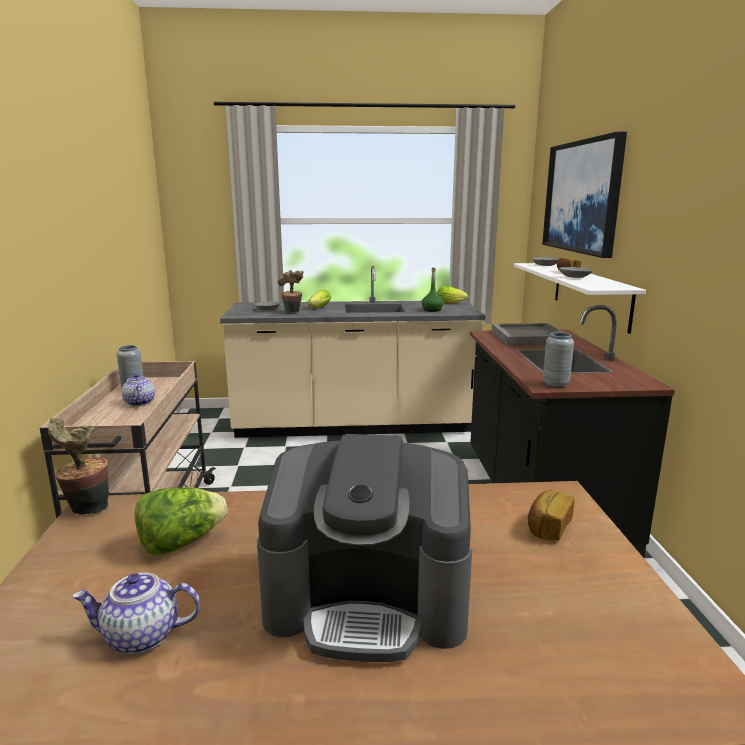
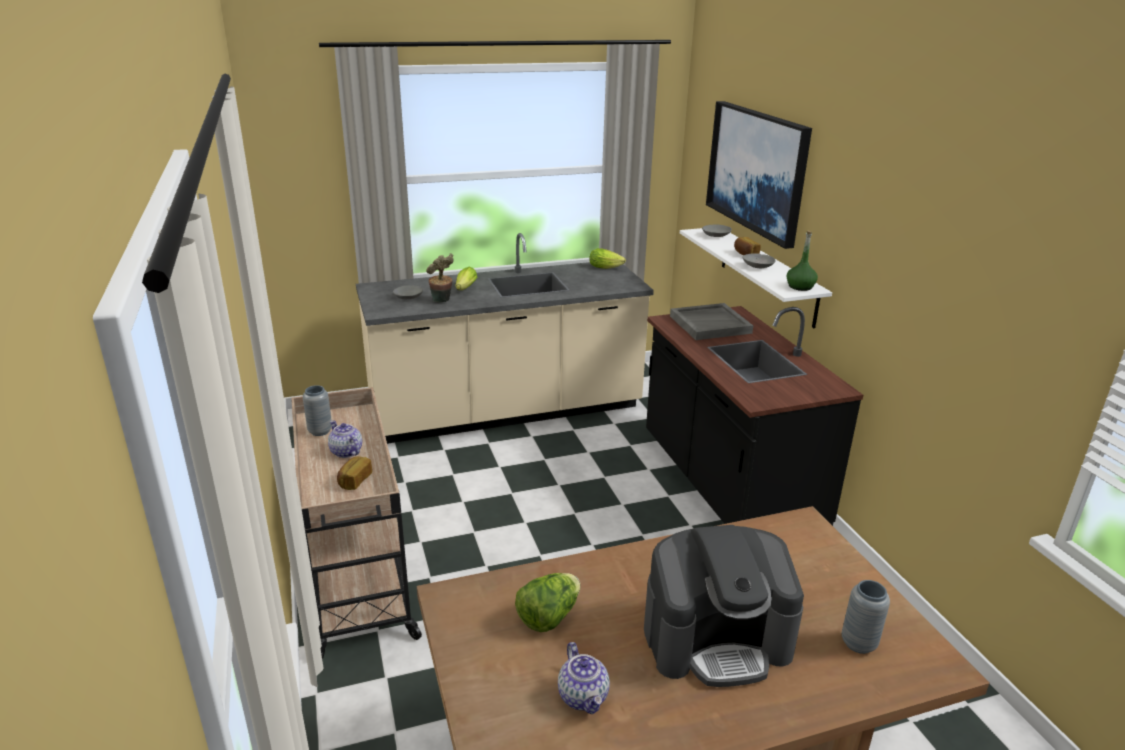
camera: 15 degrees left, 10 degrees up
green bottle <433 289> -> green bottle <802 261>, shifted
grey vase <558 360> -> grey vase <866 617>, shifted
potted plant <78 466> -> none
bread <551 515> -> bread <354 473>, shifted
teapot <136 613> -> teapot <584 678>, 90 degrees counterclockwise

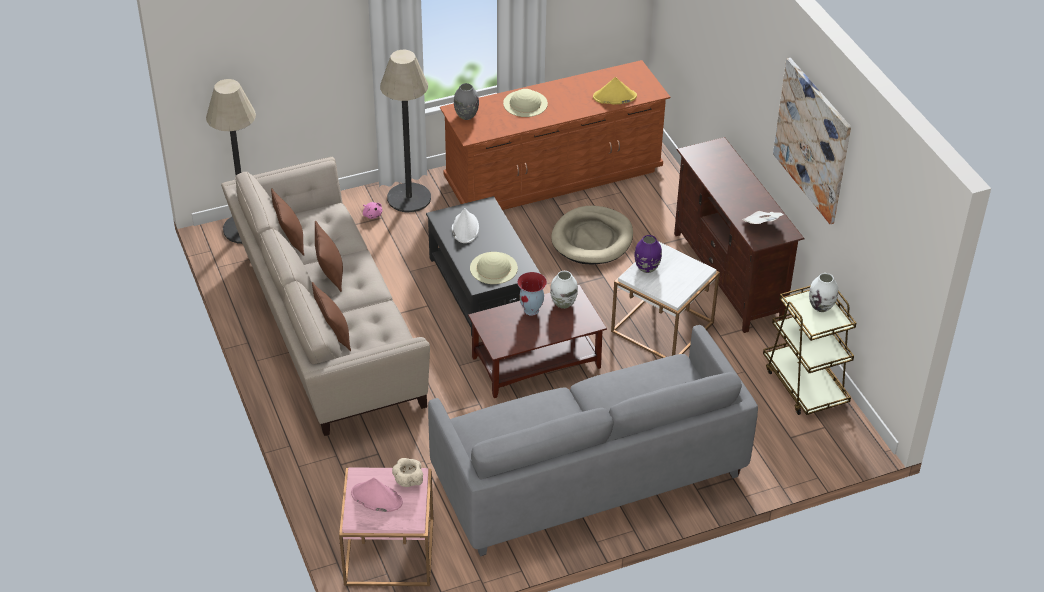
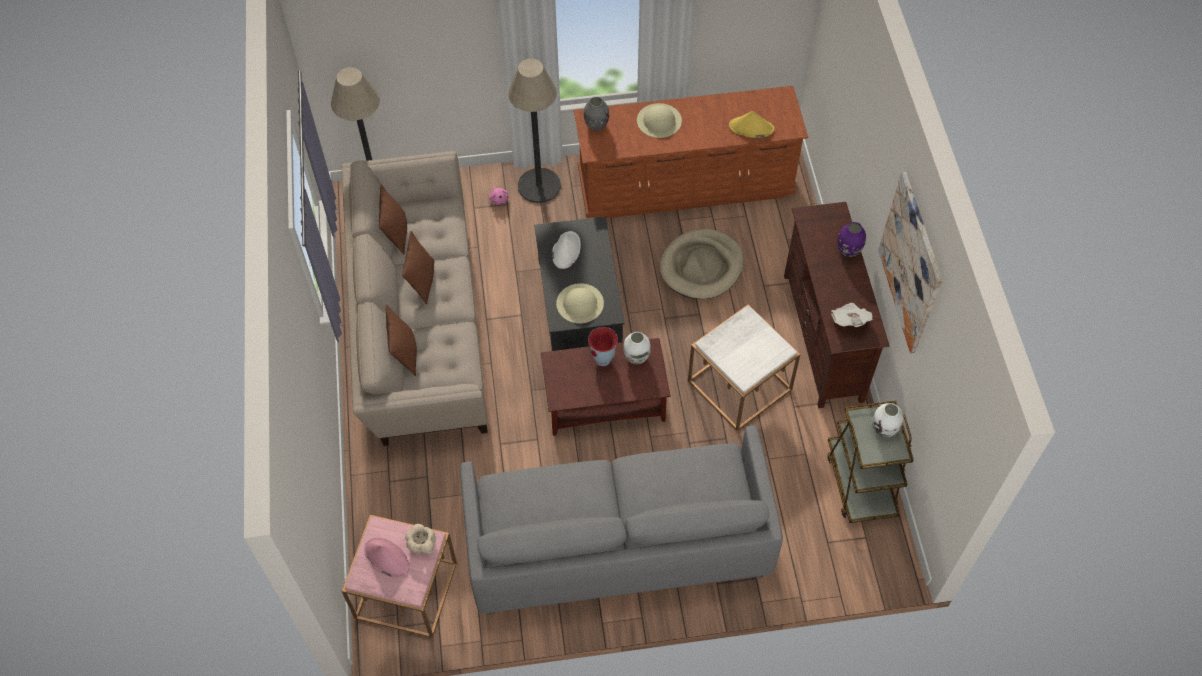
camera: 15 degrees right, 15 degrees up
purple vase <648 254> -> purple vase <851 239>, shifted

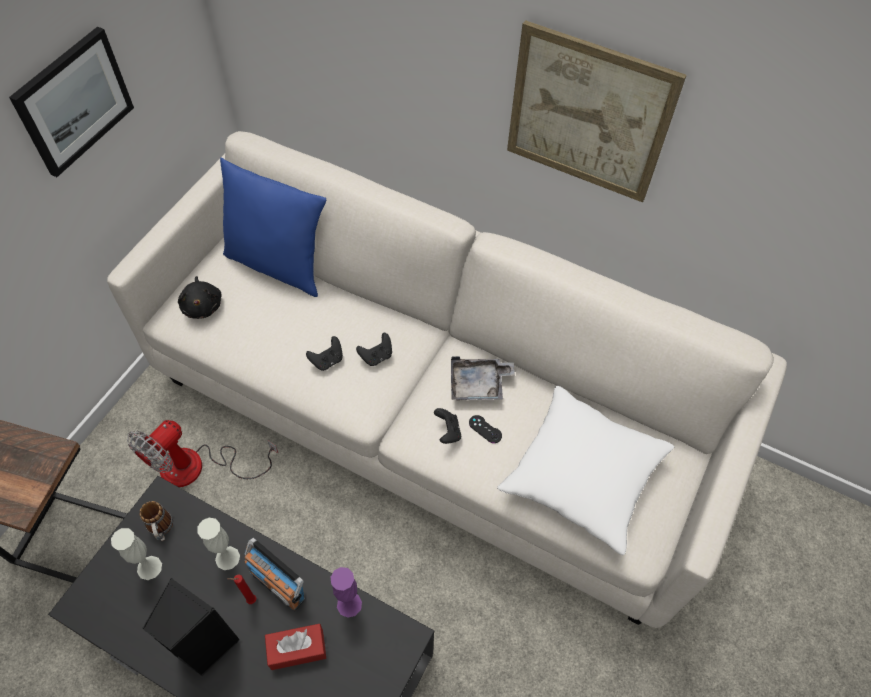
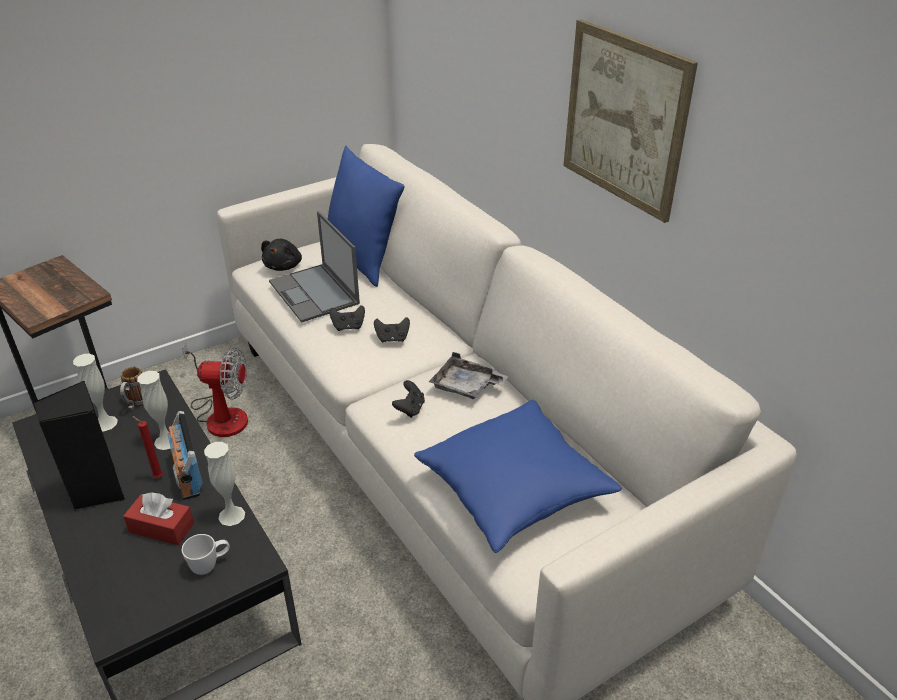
camera: 30 degrees right, 20 degrees down
picture <71 101> -> none
white pillow <585 471> -> blue pillow <518 476>
black game controller <485 429> -> none
fan <202 453> -> fan <215 389>, 150 degrees counterclockwise
purple vase <346 592> -> white vase <224 484>
none -> laptop <314 267>
none -> white mug <206 554>

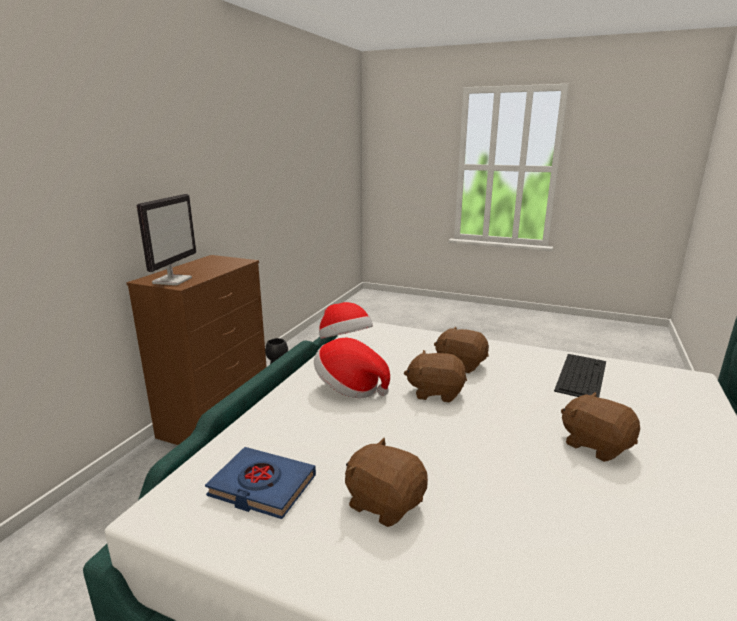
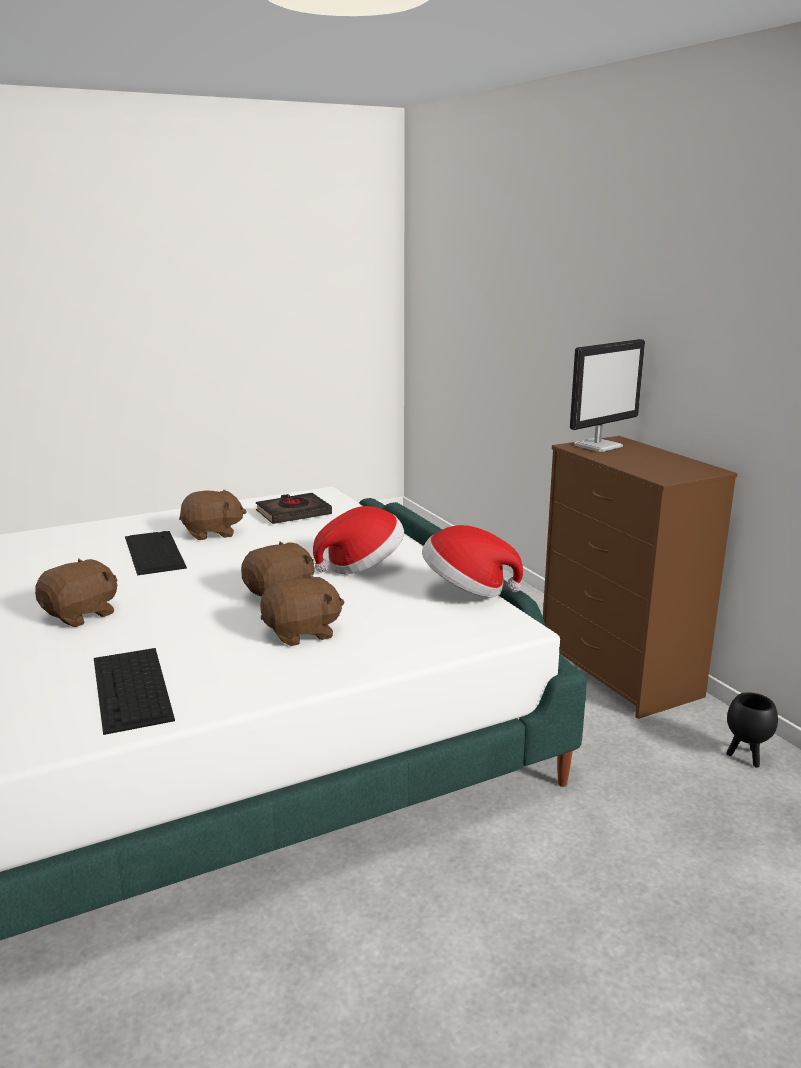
camera: 130 degrees right, 0 degrees up
monitor <166 239> -> monitor <607 395>, 90 degrees counterclockwise
brown plush toy <600 427> -> brown plush toy <76 593>, 45 degrees counterclockwise
blue book <260 483> -> black book <294 508>
none -> keyboard <156 553>

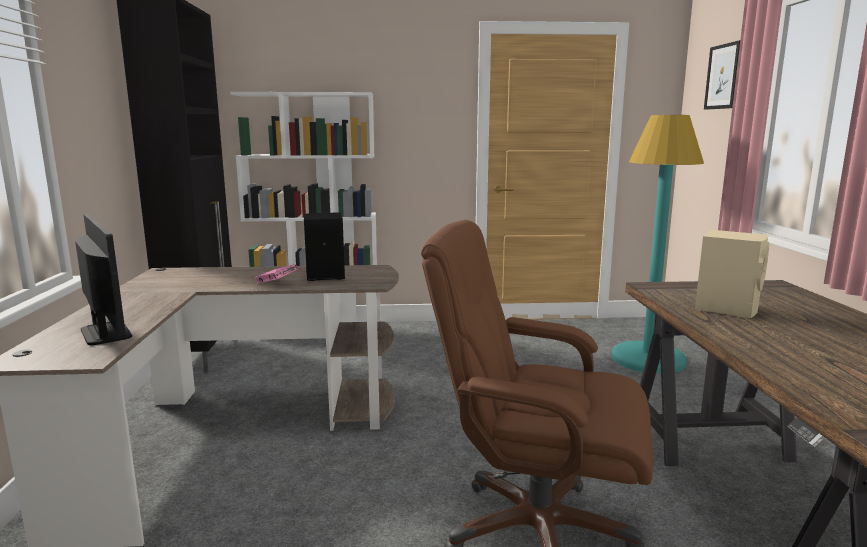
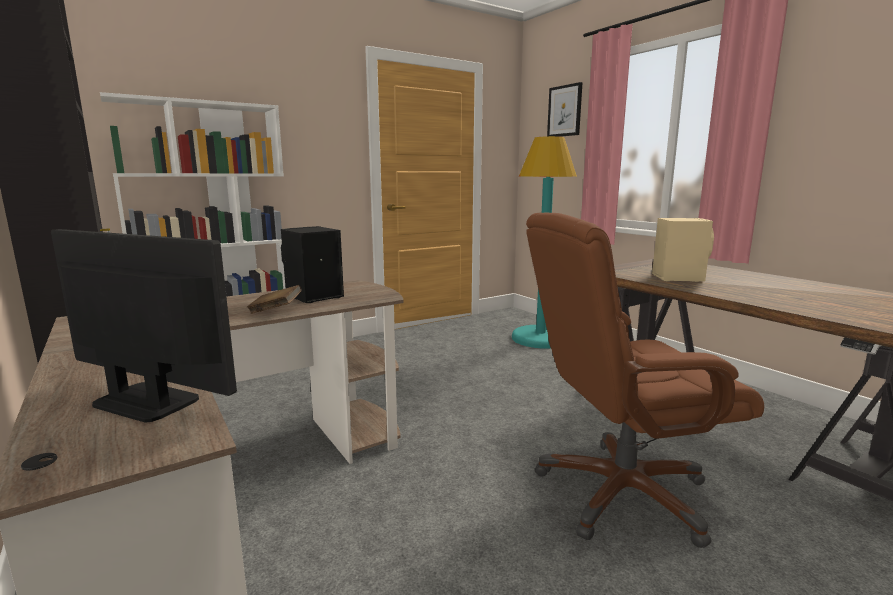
camera: 30 degrees left, 0 degrees up
pink book <276 274> -> brown book <274 299>

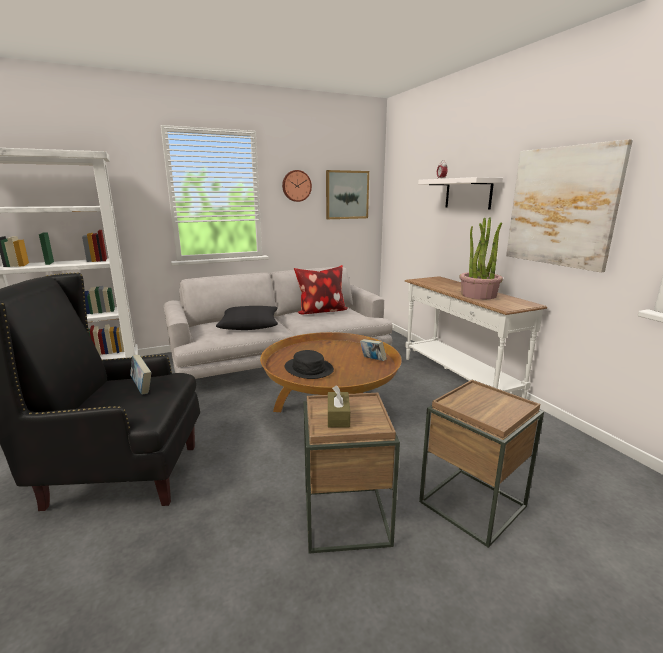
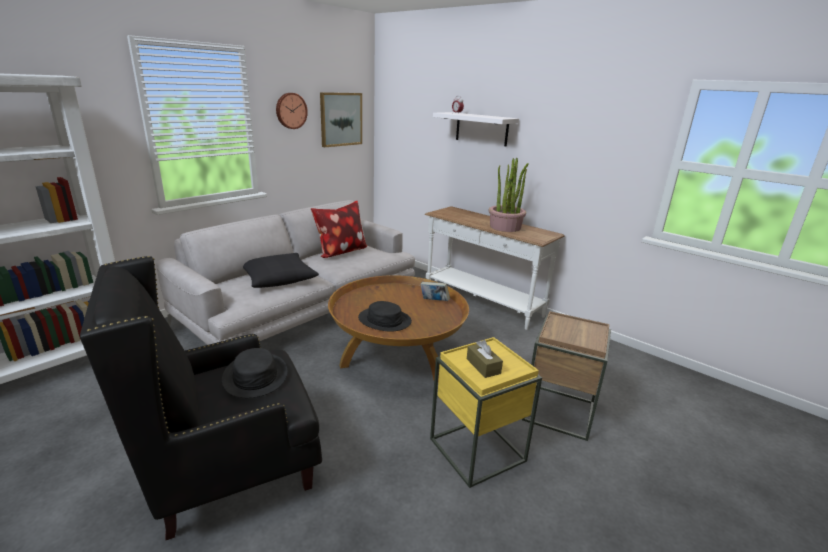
camera: 25 degrees left, 5 degrees up
picture <569 205> -> none
book <140 374> -> black hat <255 373>
brown side table <352 473> -> yellow side table <486 412>

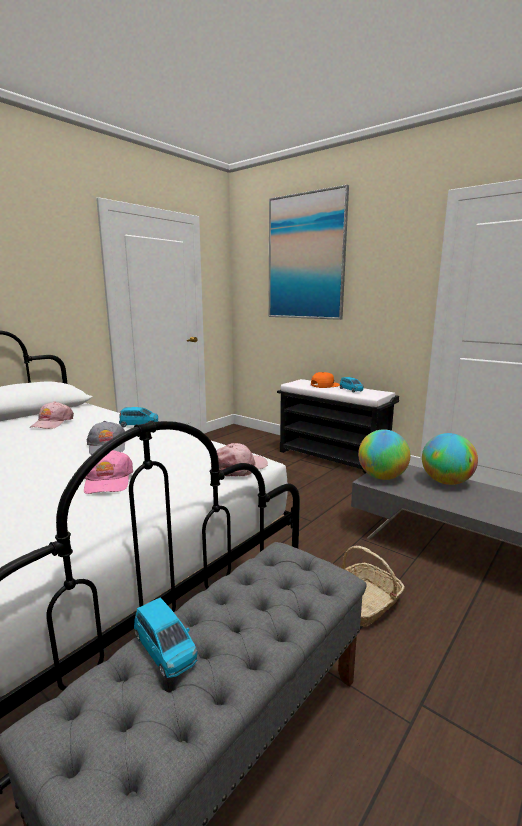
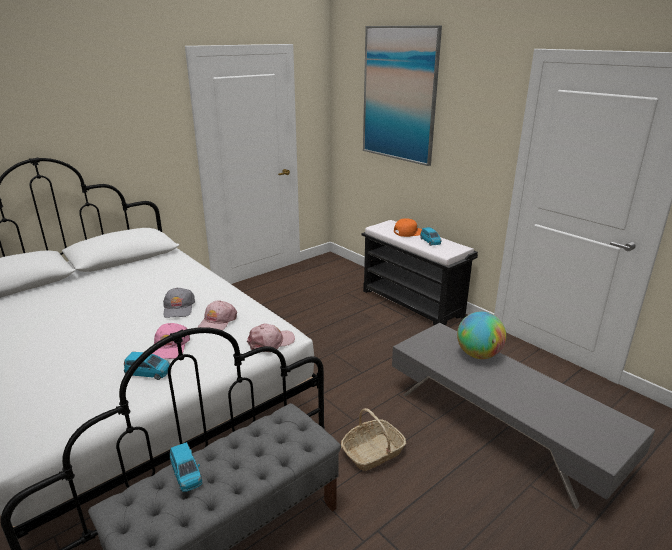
camera: 10 degrees right, 10 degrees up
pink cap <51 415> -> pink cap <217 316>, shifted
blue toy car <139 417> -> blue toy car <147 366>, shifted
globe <384 454> -> none

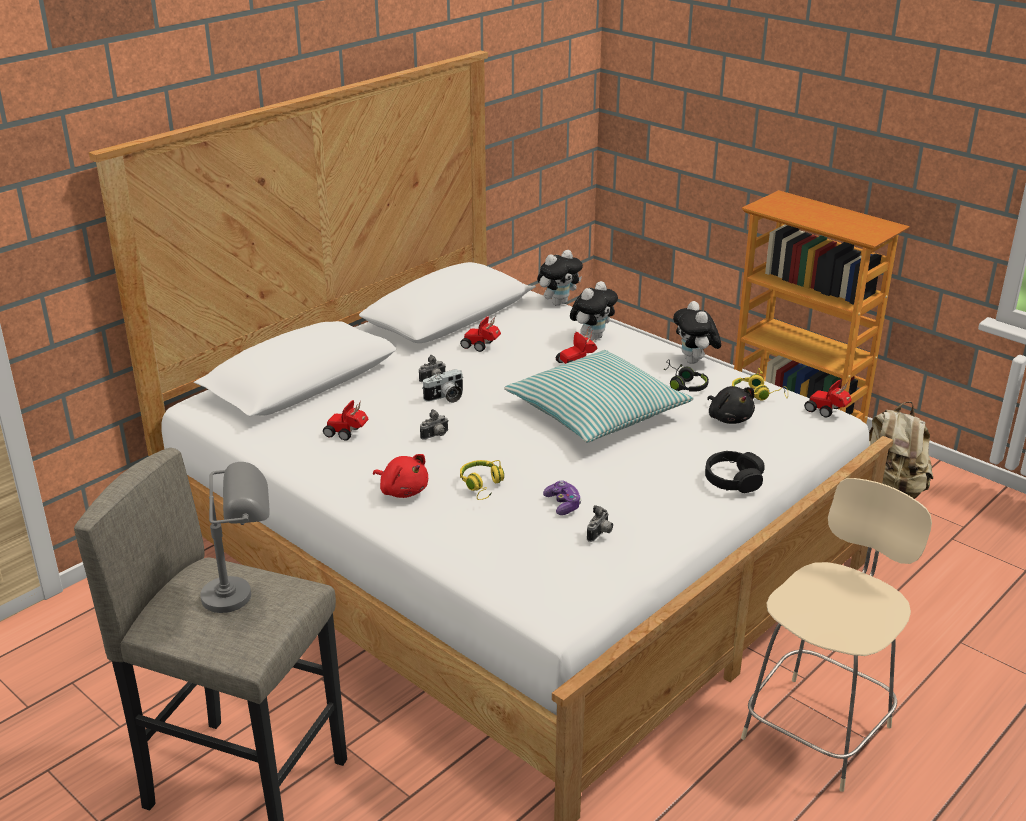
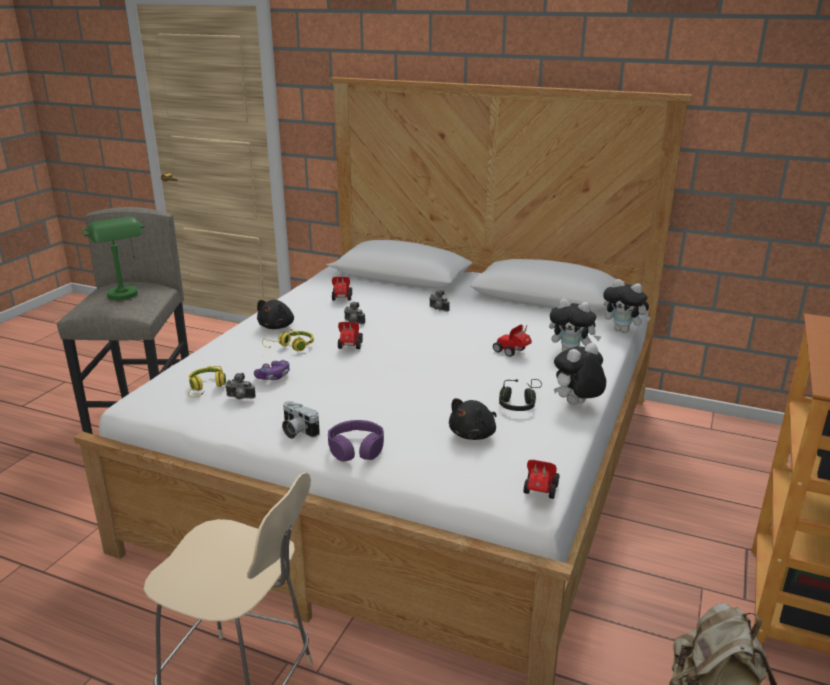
camera: 70 degrees right, 5 degrees down
toy car <480 334> -> toy car <350 335>, shifted
pillow <598 396> -> none
yellow headphones <760 384> -> yellow headphones <207 381>, shifted
photo camera <442 386> -> photo camera <301 420>, shifted
black headphones <735 472> -> purple headphones <356 441>
red plush toy <400 476> -> black plush toy <275 314>
grey table lamp <235 537> -> green table lamp <113 258>

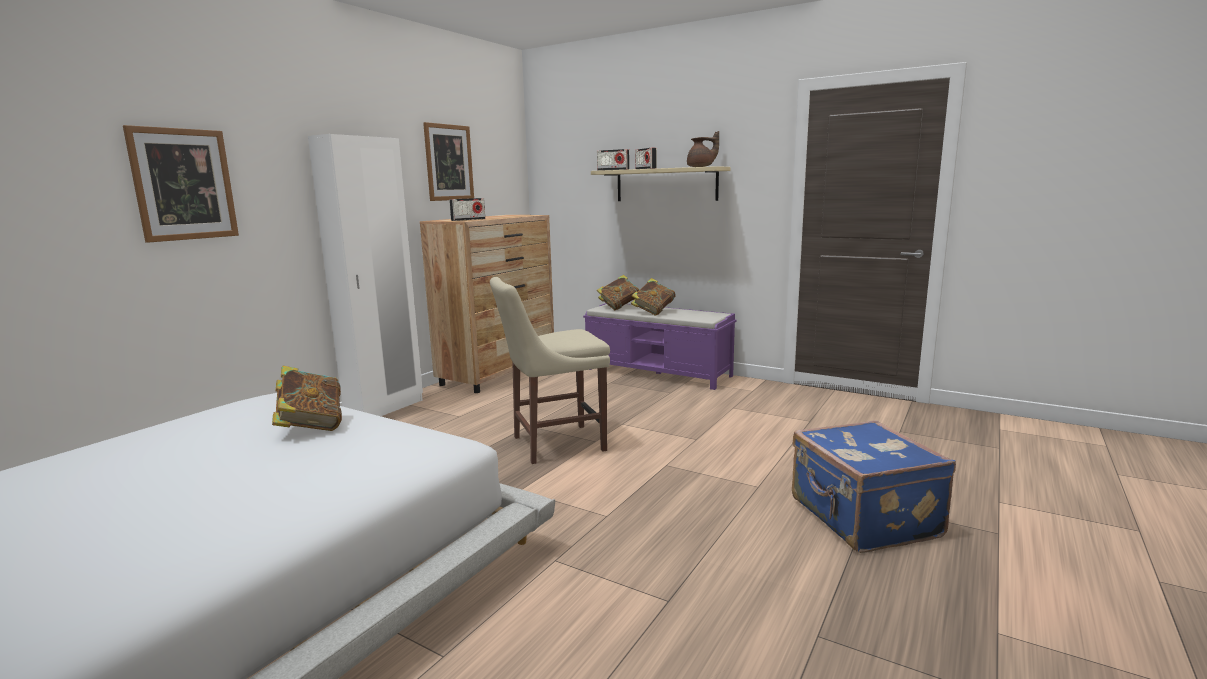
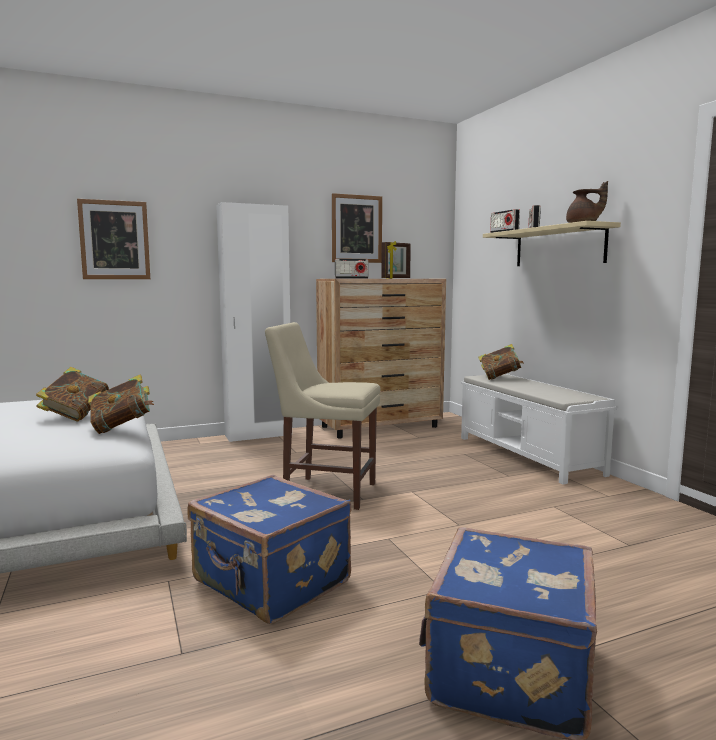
camera: 35 degrees right, 5 degrees down
book <653 297> -> book <121 404>, shifted
purple bench <660 346> -> white bench <539 429>
none -> picture frame <396 260>
none -> blue suitcase <269 549>

